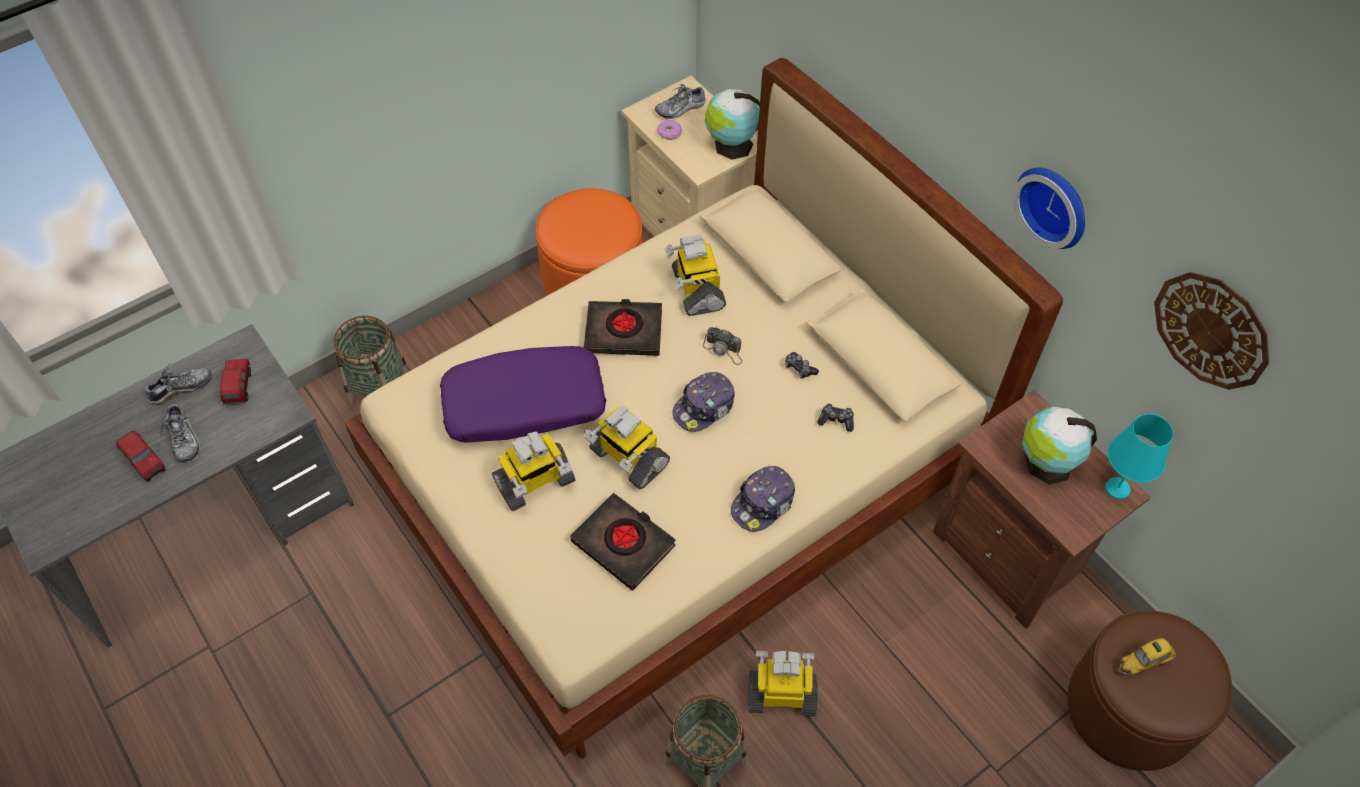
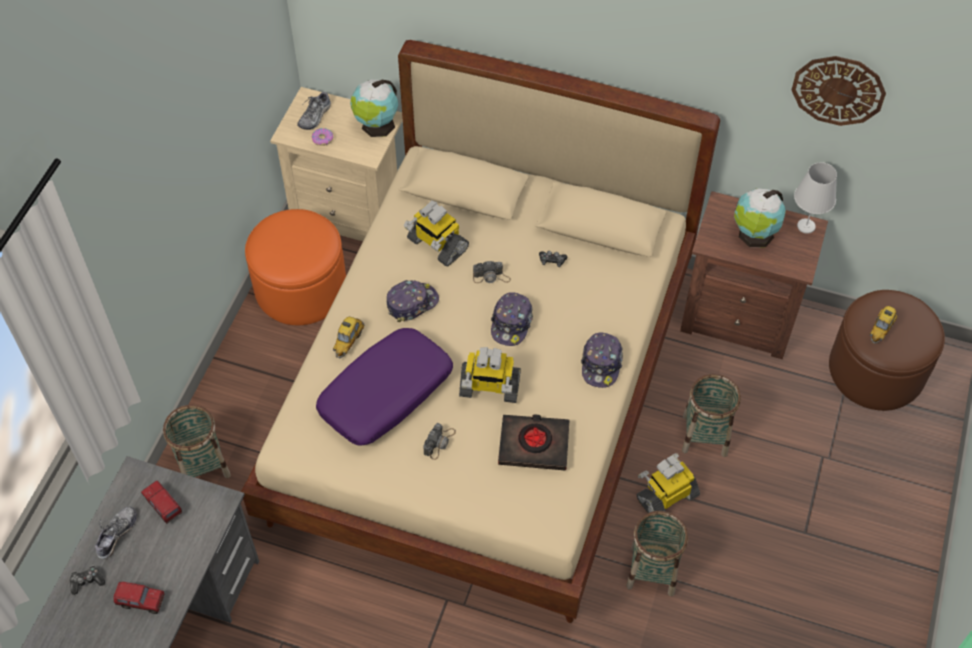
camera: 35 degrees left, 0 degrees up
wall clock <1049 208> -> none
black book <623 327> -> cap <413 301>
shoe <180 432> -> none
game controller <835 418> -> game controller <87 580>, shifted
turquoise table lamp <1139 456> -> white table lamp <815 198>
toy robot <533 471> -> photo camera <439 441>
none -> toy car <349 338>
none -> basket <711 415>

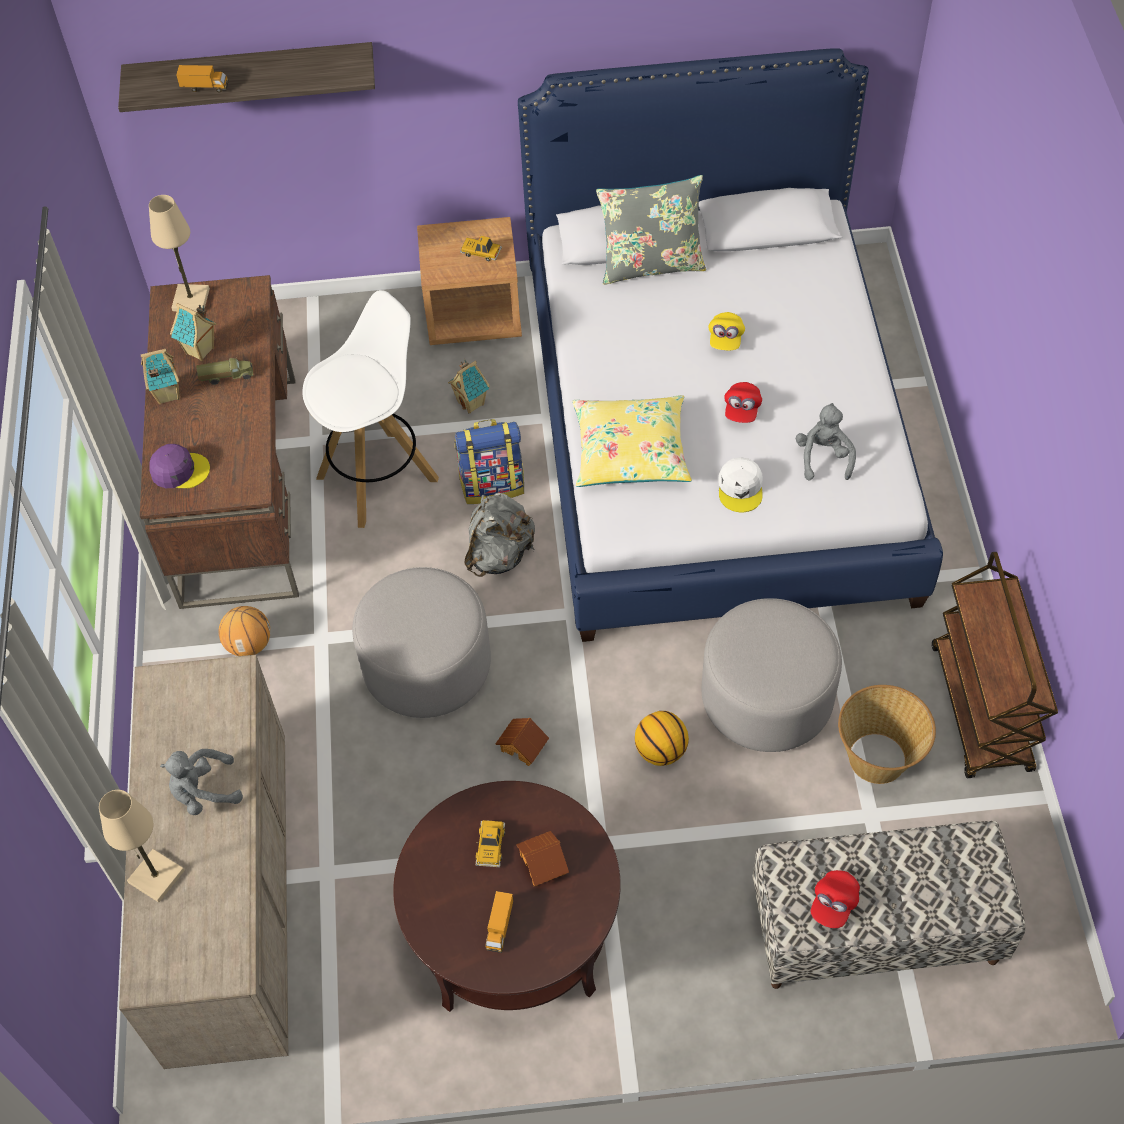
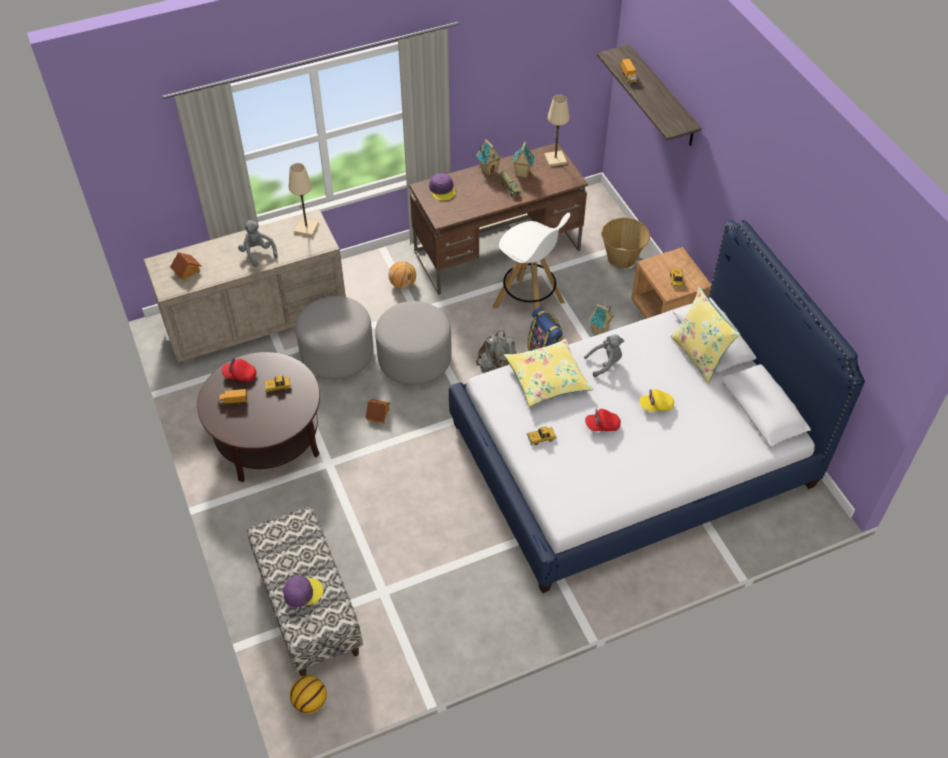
camera: 70 degrees right, 5 degrees down
grey pillow <651 230> -> yellow pillow <705 335>
grey plush toy <826 441> -> grey plush toy <604 356>, shifted
white cap <740 484> -> toy car <542 435>
brown cart <995 665> -> none
grey ottoman <771 675> -> grey ottoman <334 338>, shifted
basket <887 734> -> basket <625 243>, shifted
basketball <662 738> -> basketball <308 694>, shifted
beige table lamp <142 846> -> beige table lamp <304 200>, shifted
toy house <542 858> -> toy house <185 266>, shifted
red cap <835 899> -> red cap <239 369>, shifted
none -> purple cap <303 591>

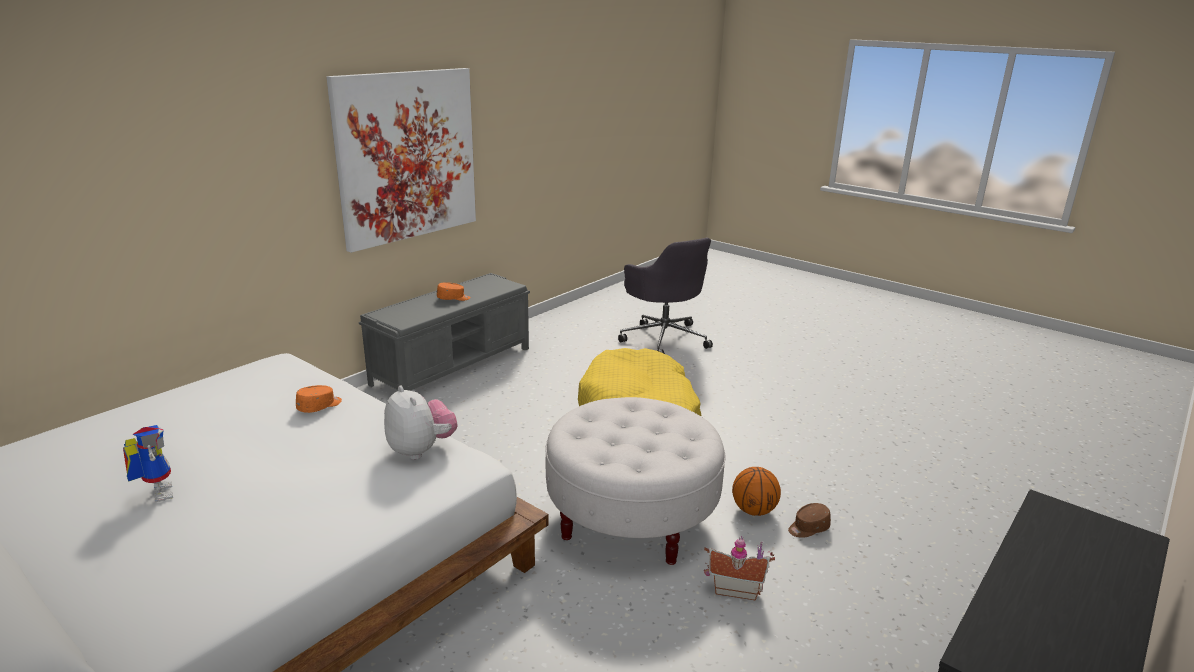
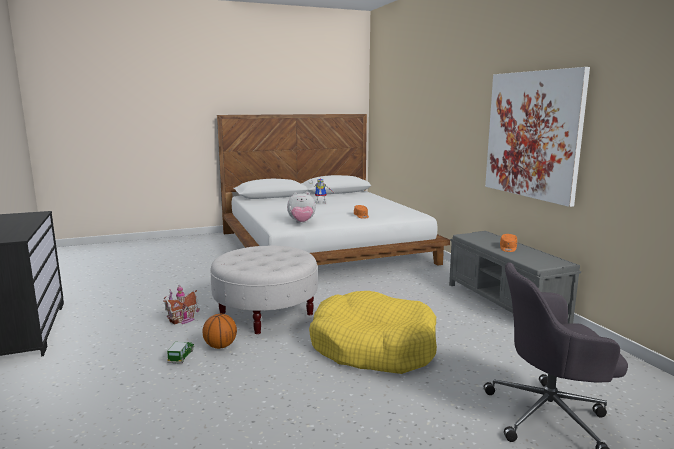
camera: 120 degrees right, 10 degrees down
brown cap <809 520> -> toy car <180 353>

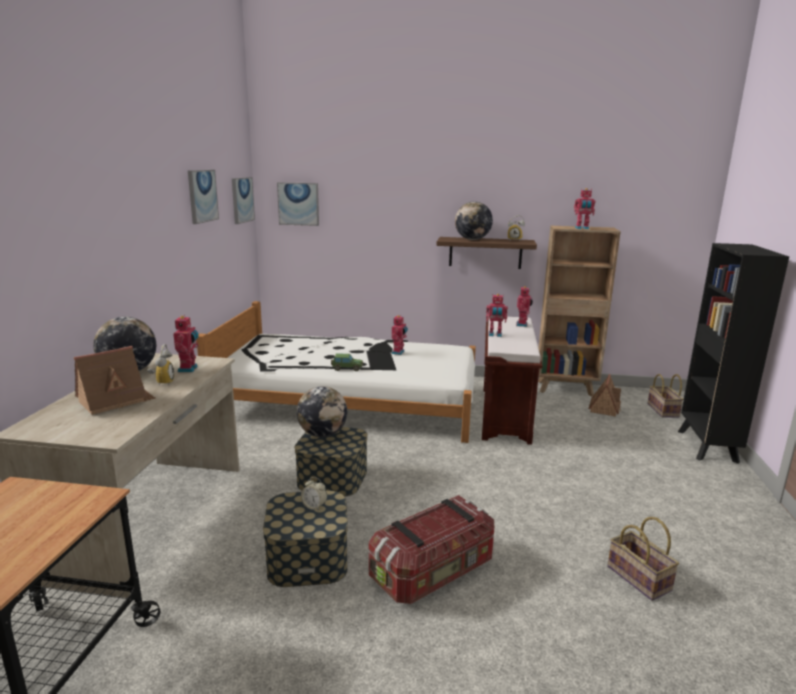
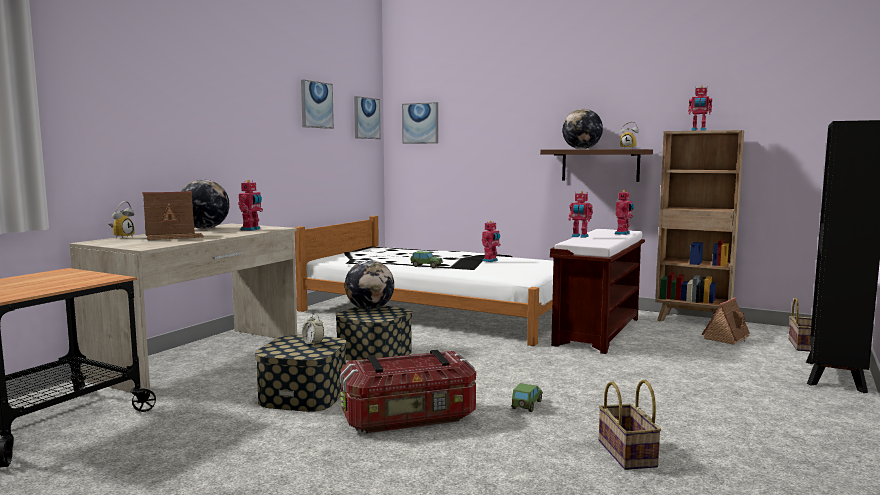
camera: 20 degrees right, 10 degrees down
alarm clock <160 364> -> alarm clock <121 220>, shifted
none -> toy car <527 397>

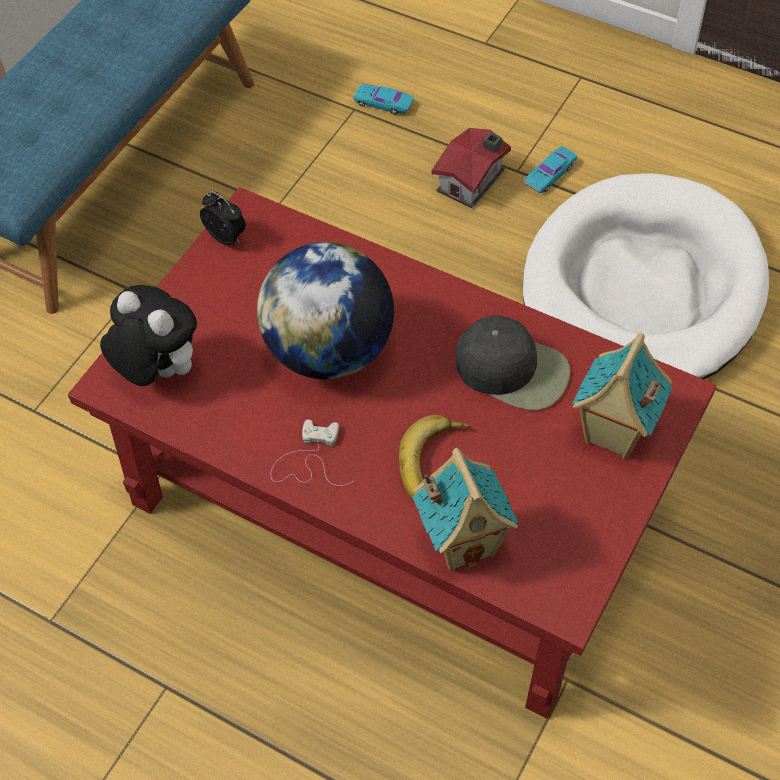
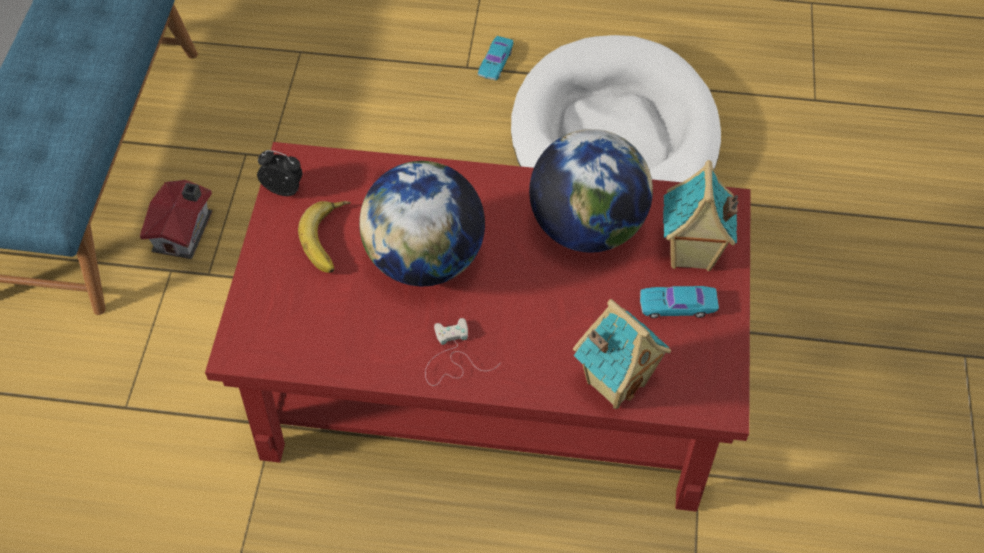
camera: 25 degrees left, 0 degrees up
turquoise toy car <384 99> -> turquoise toy car <679 302>, shifted
toy house <471 168> -> toy house <176 219>, shifted
plush toy <148 335> -> none
black cap <513 362> -> globe <591 191>
banana <435 457> -> banana <324 237>, shifted

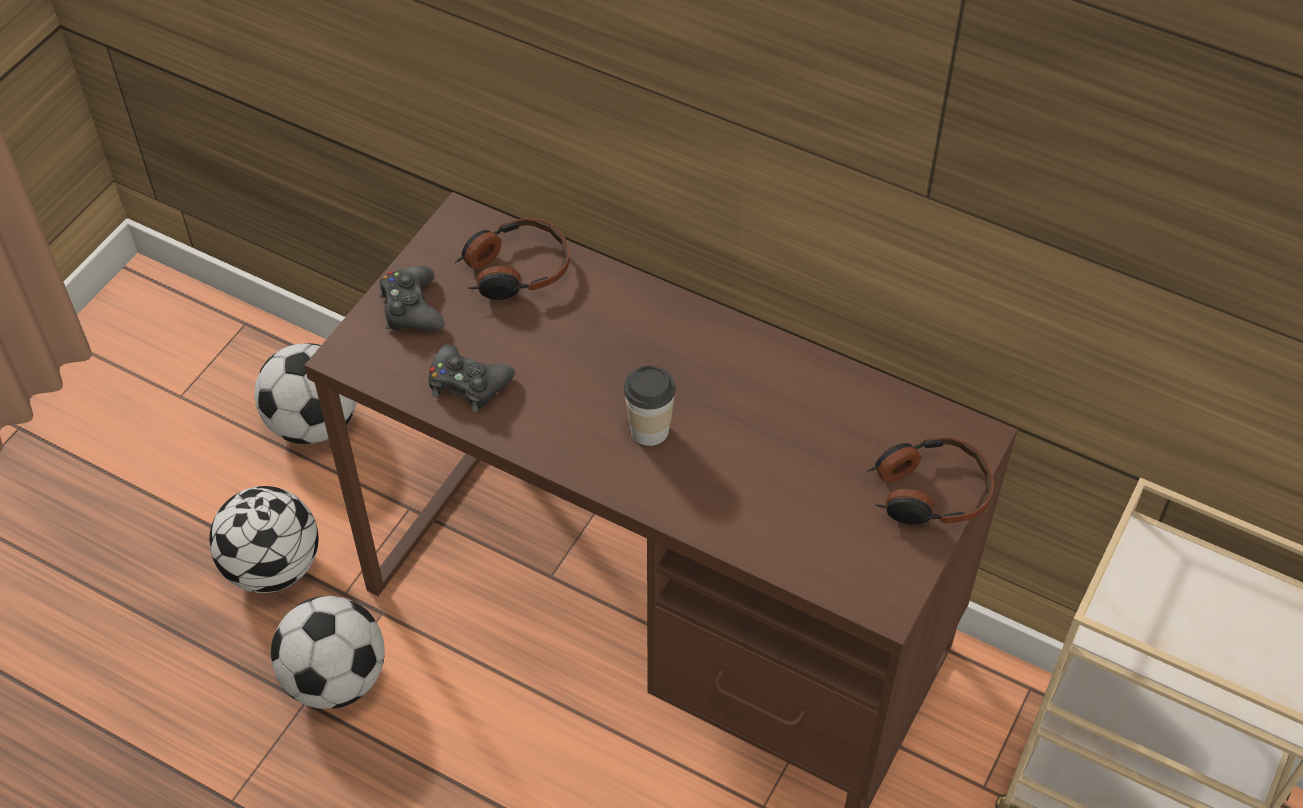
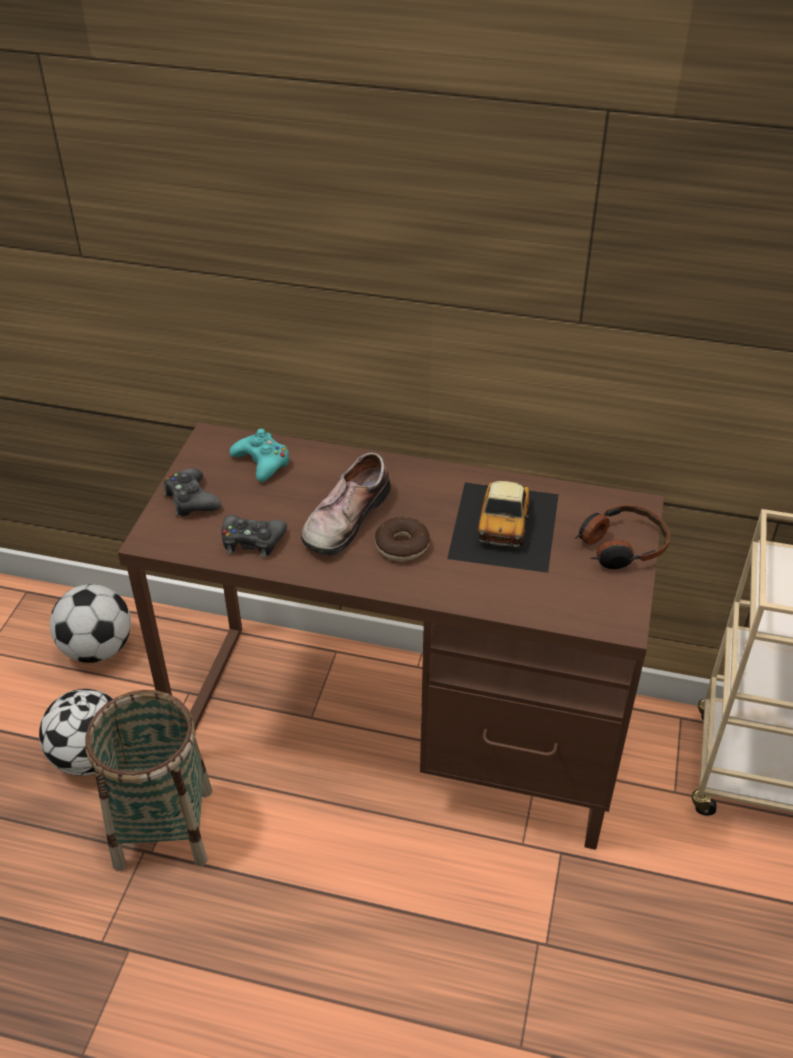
camera: 15 degrees left, 10 degrees down
headphones <512 259> -> turquoise game controller <259 455>
cup <650 405> -> donut <402 539>
football <328 652> -> basket <148 780>
none -> shoe <346 504>
none -> toy car <503 527>

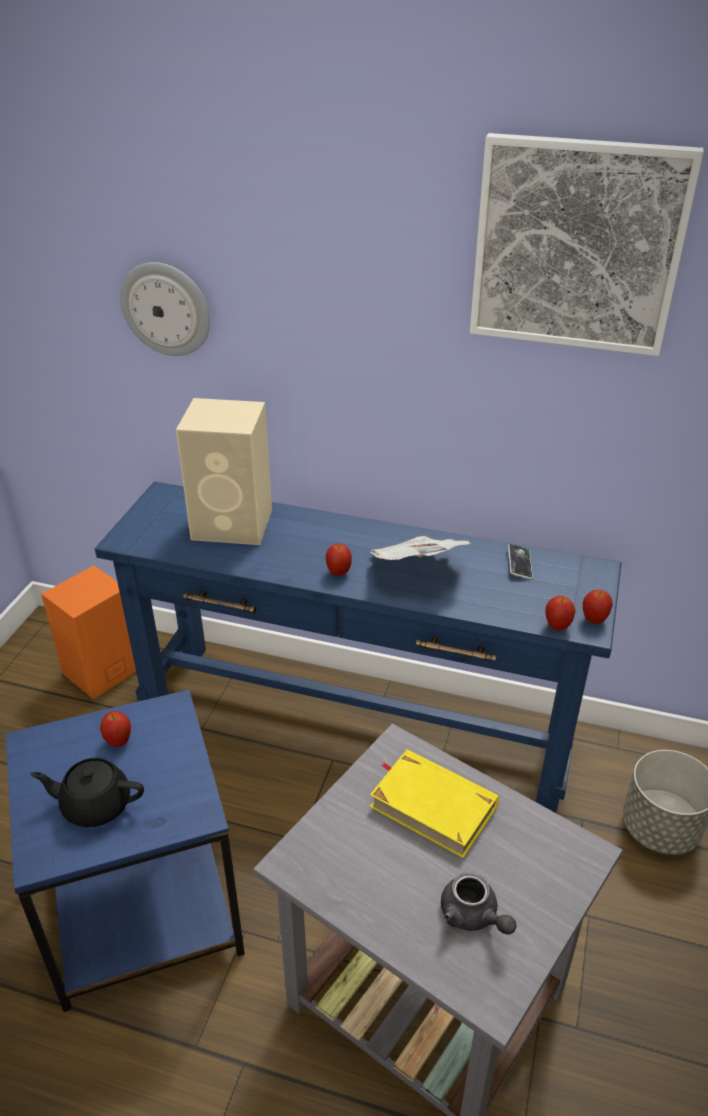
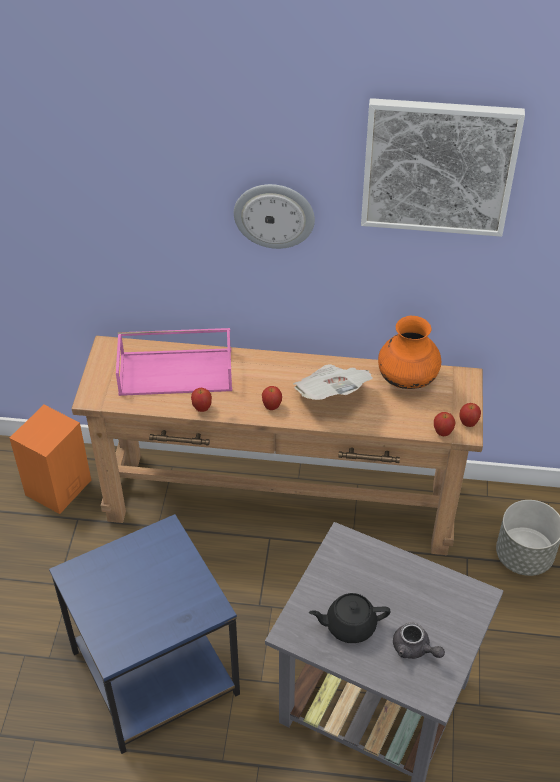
camera: 10 degrees left, 10 degrees up
wall clock <165 309> -> wall clock <274 216>, shifted
beige speaker <224 471> -> pink tray <174 362>
blue console table <358 647> -> brown console table <277 445>
phone <520 561> -> orange vase <409 352>
apple <115 729> -> apple <201 400>, shifted
yellow book <434 803> -> none
black teapot <87 792> -> black teapot <350 618>, shifted

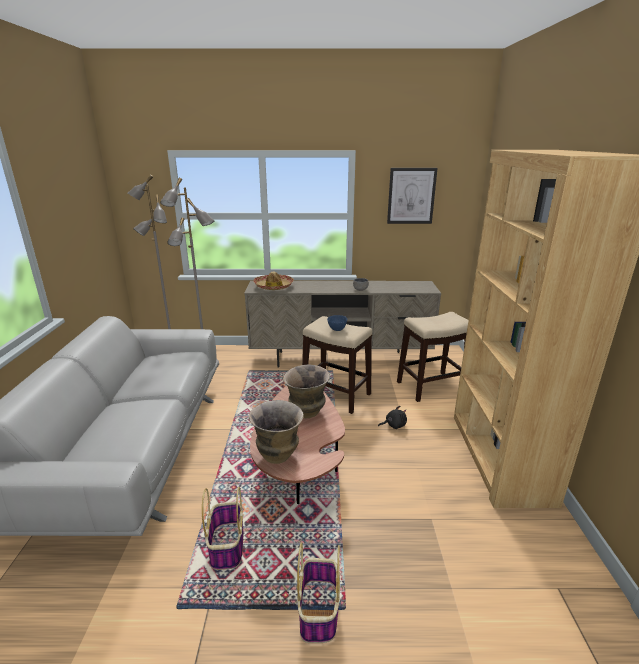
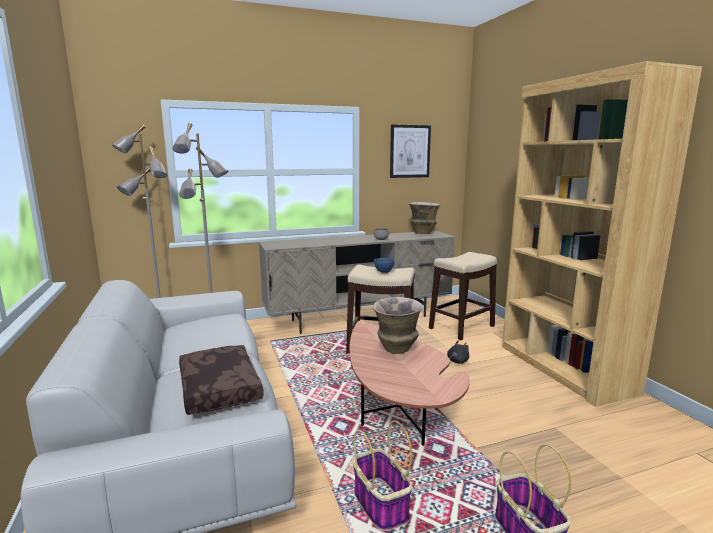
camera: 20 degrees left, 10 degrees down
hat <273 280> -> none
vase <276 432> -> vase <424 218>, shifted
none -> brown pillow <221 380>

